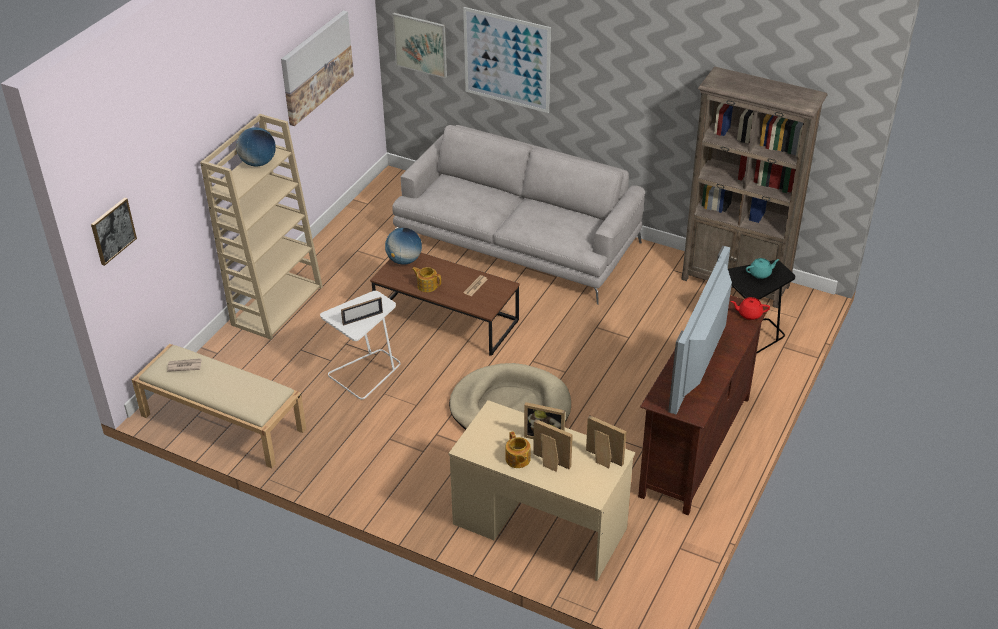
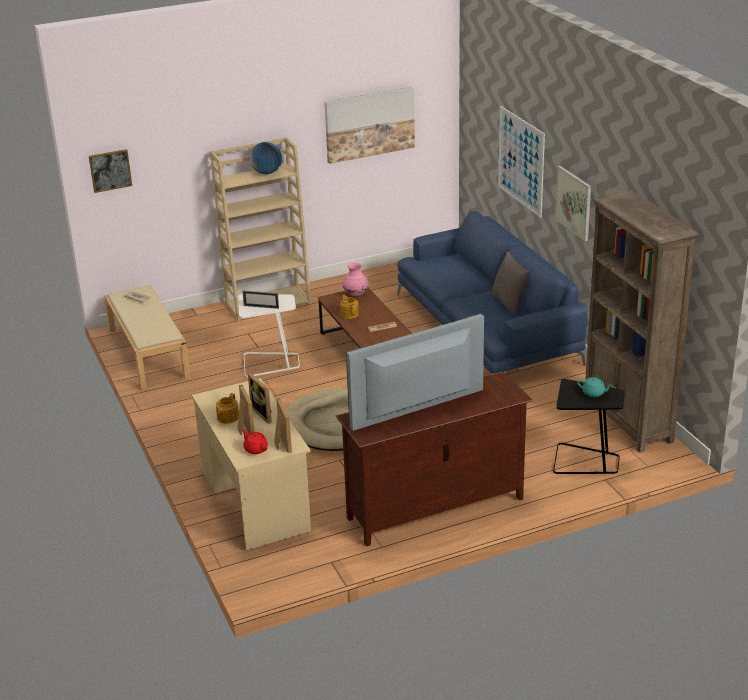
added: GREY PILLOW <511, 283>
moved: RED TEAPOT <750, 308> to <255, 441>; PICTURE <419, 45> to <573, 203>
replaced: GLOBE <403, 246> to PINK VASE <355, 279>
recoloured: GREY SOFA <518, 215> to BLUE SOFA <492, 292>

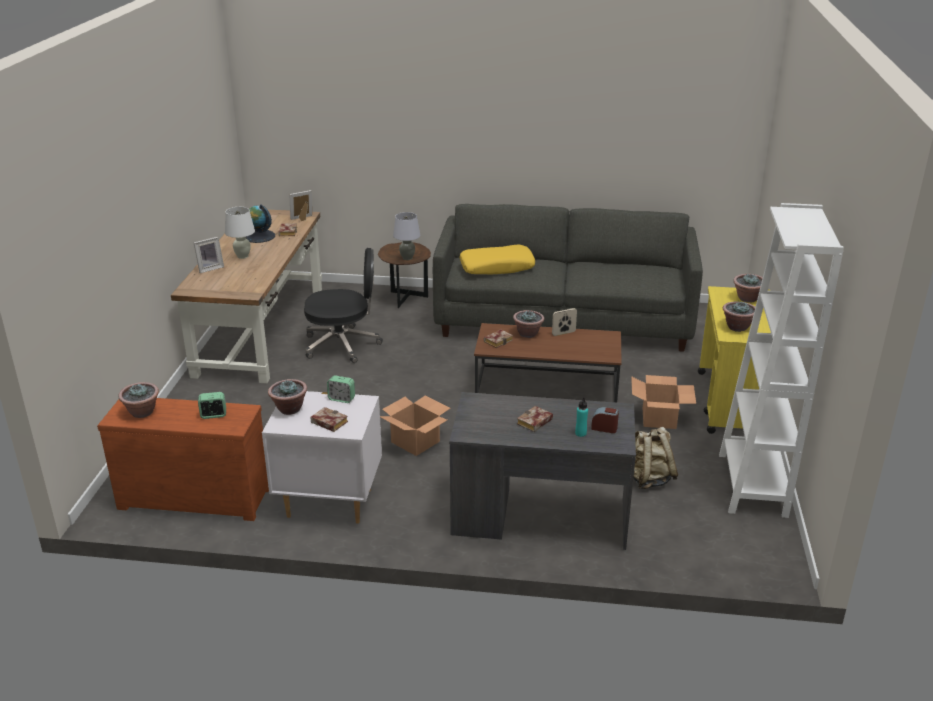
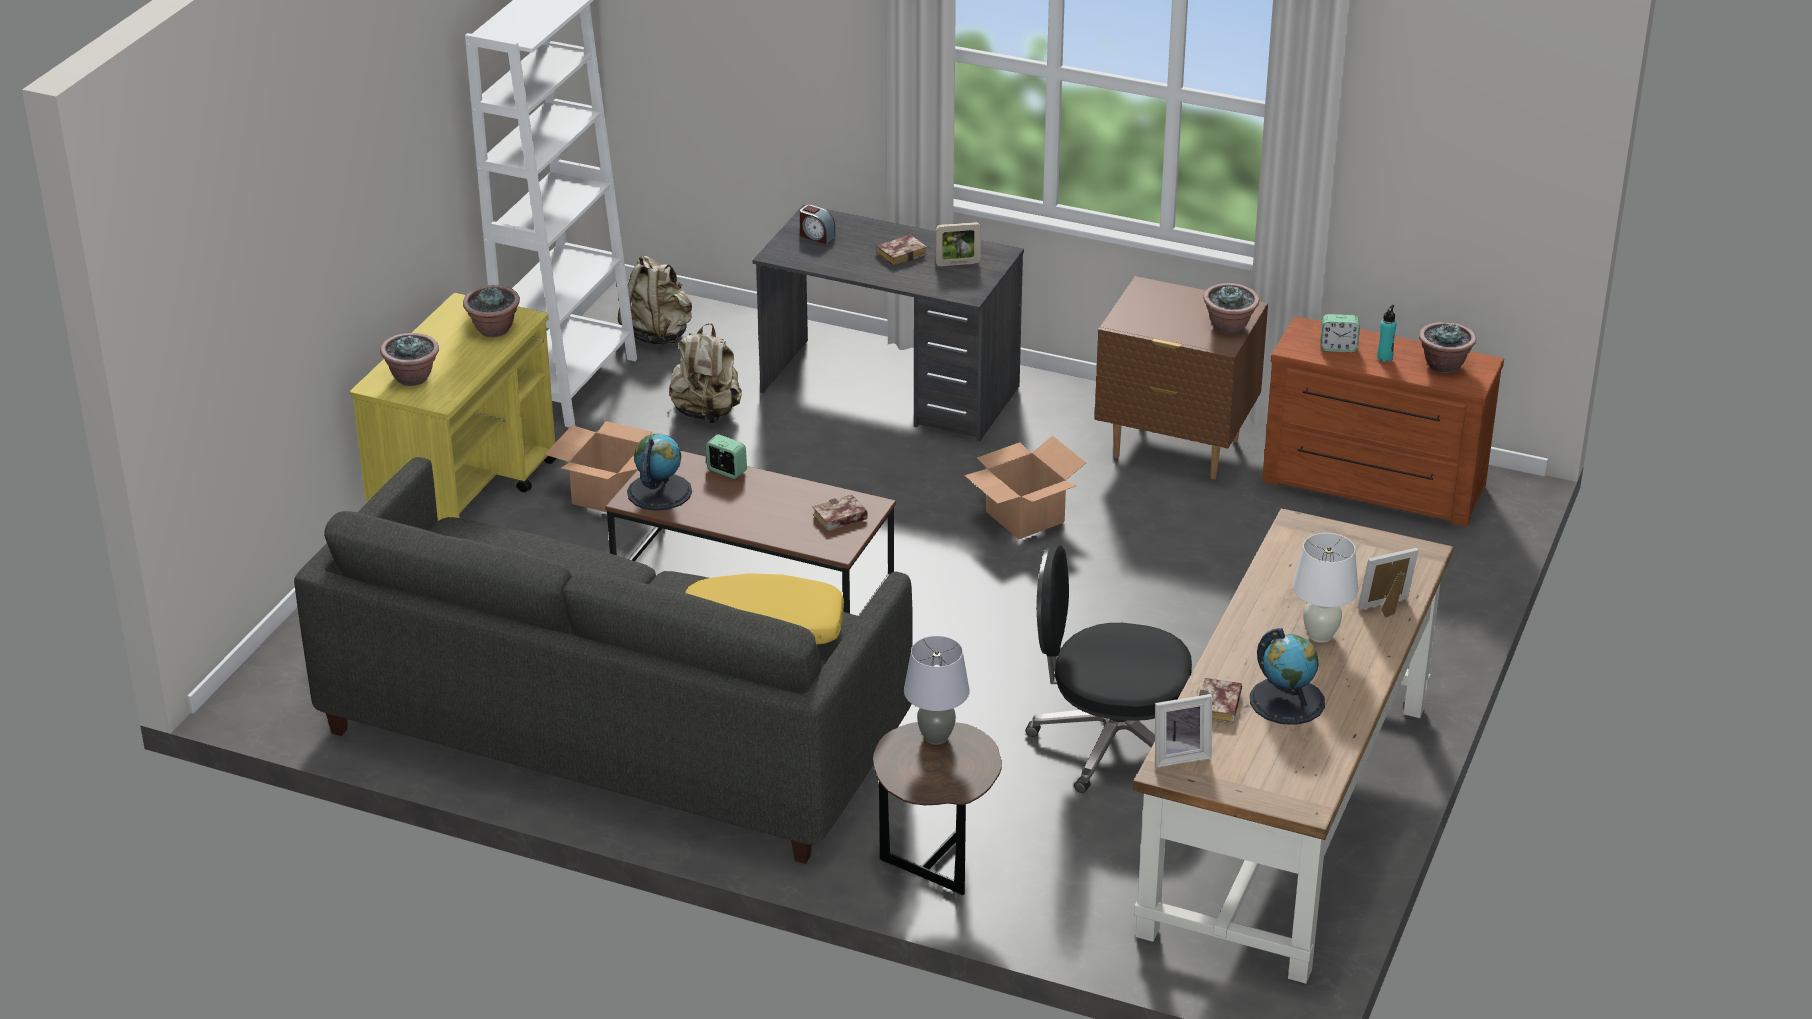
removed: BOOK <329, 419>; POTTED PLANT <528, 324>
added: BEIGE BACKPACK <655, 300>; GLOBE <659, 472>
moved: ALARM CLOCK <341, 389> to <726, 456>; PICTURE FRAME <564, 322> to <958, 244>; TURQUOISE BOTTLE <581, 417> to <1387, 333>
recoloured: WHITE NIGHTSTAND <322, 457> to BROWN NIGHTSTAND <1181, 378>

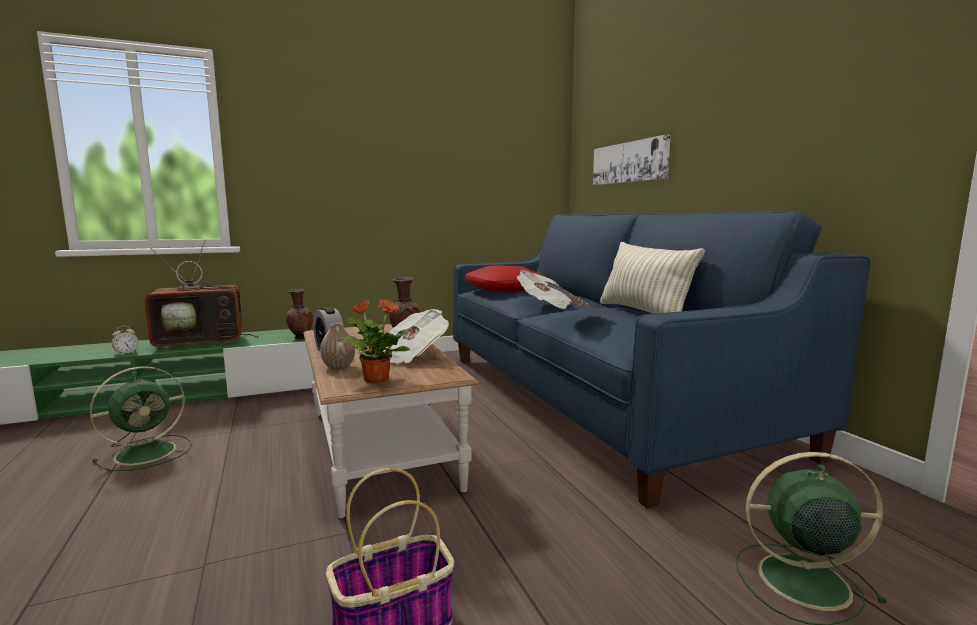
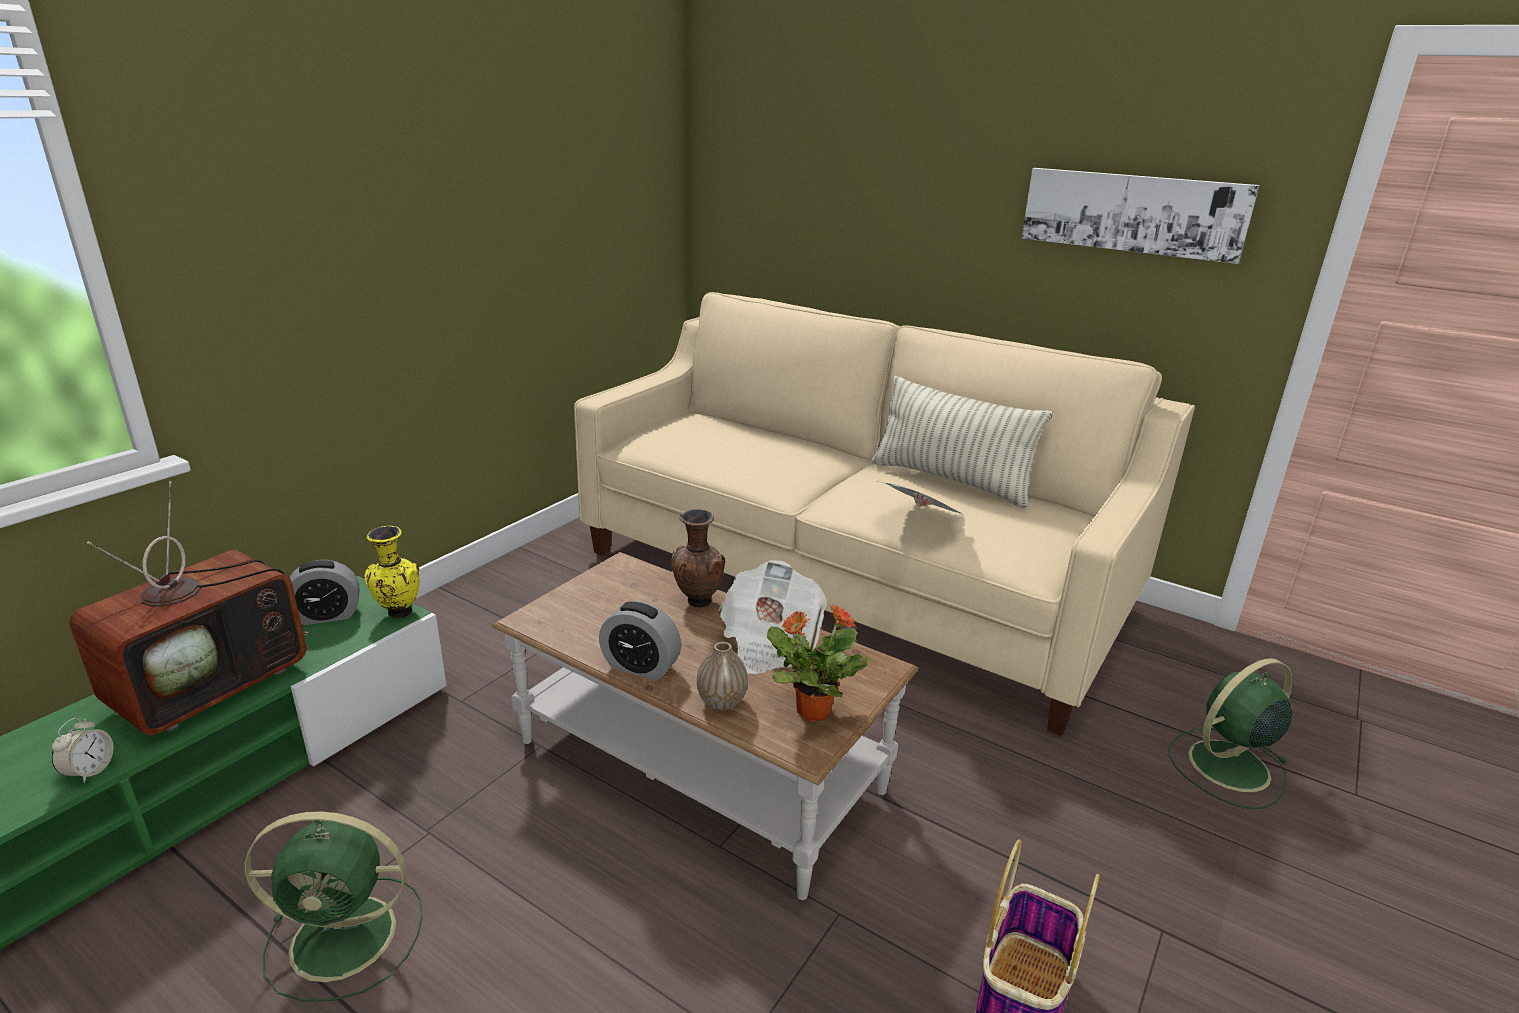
removed: RED PILLOW <505, 278>; NEWSPAPER <544, 289>
added: ALARM CLOCK <324, 592>
moved: PICTURE <632, 159> to <1140, 216>
recoloured: BROWN VASE <299, 314> to YELLOW VASE <392, 572>; BLUE SOFA <662, 359> to BEIGE SOFA <884, 514>
turned: GREEN FAN <141, 418> = <334, 906> 75 degrees clockwise

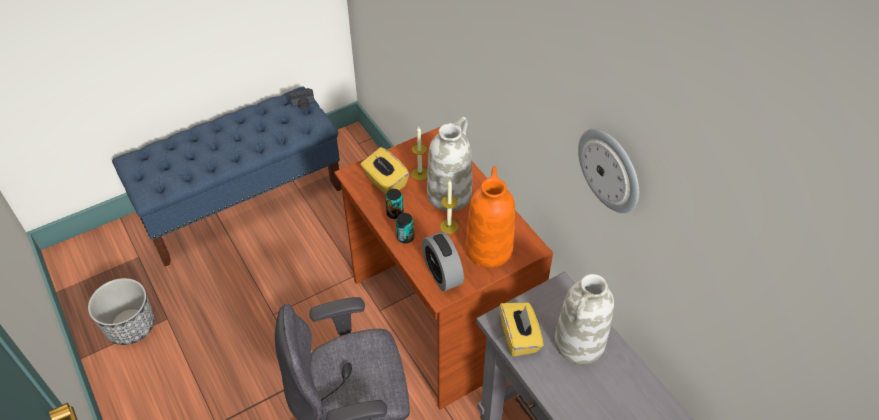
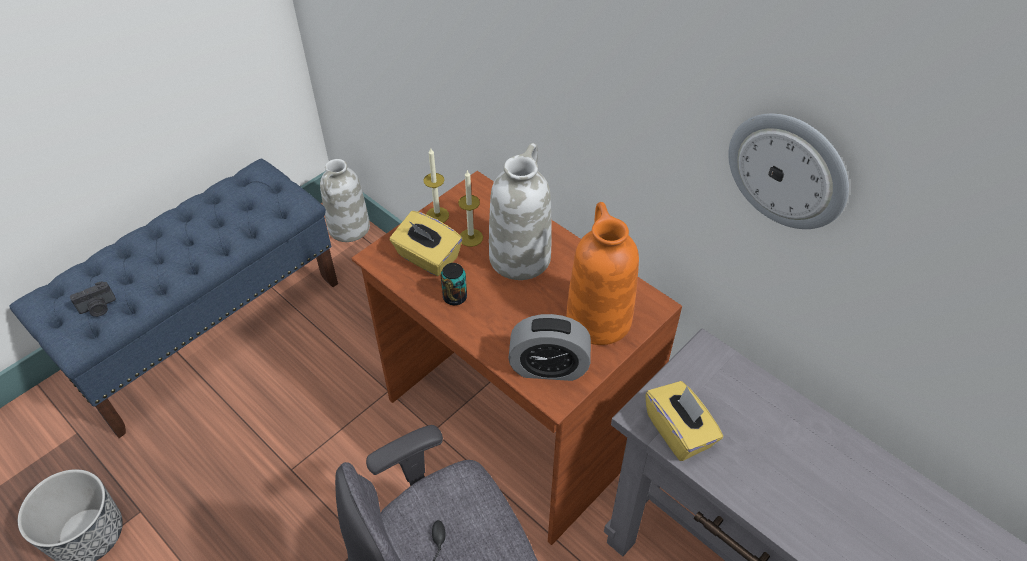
removed: CAN <405, 228>
moved: PHOTO CAMERA <302, 99> to <93, 299>; WHITE VASE <584, 319> to <345, 200>; CANDLE <449, 207> to <436, 185>
turned: ALARM CLOCK <443, 261> = <549, 347> 45 degrees counterclockwise

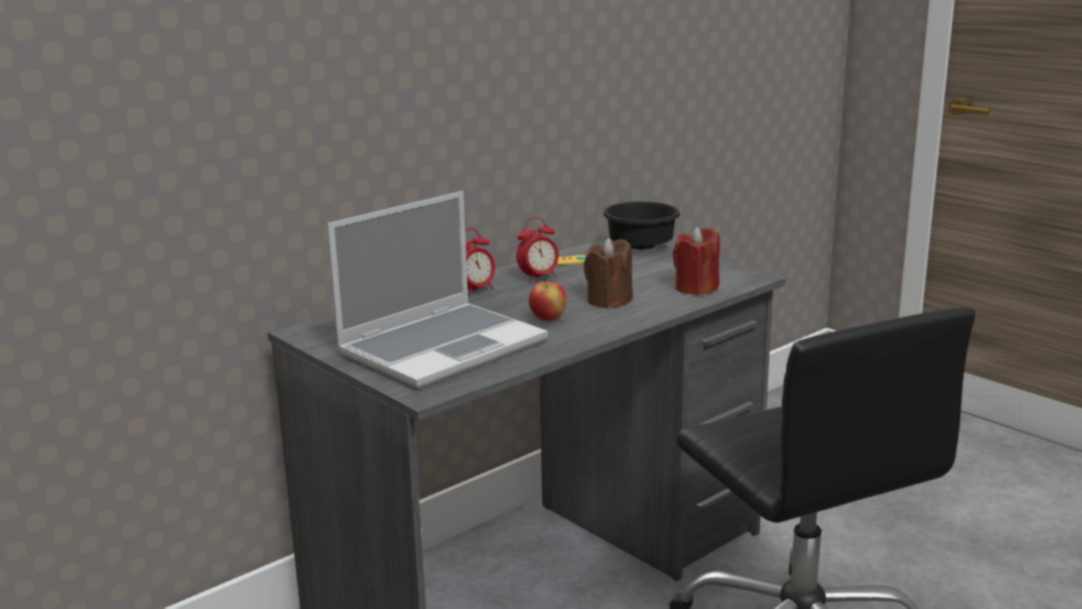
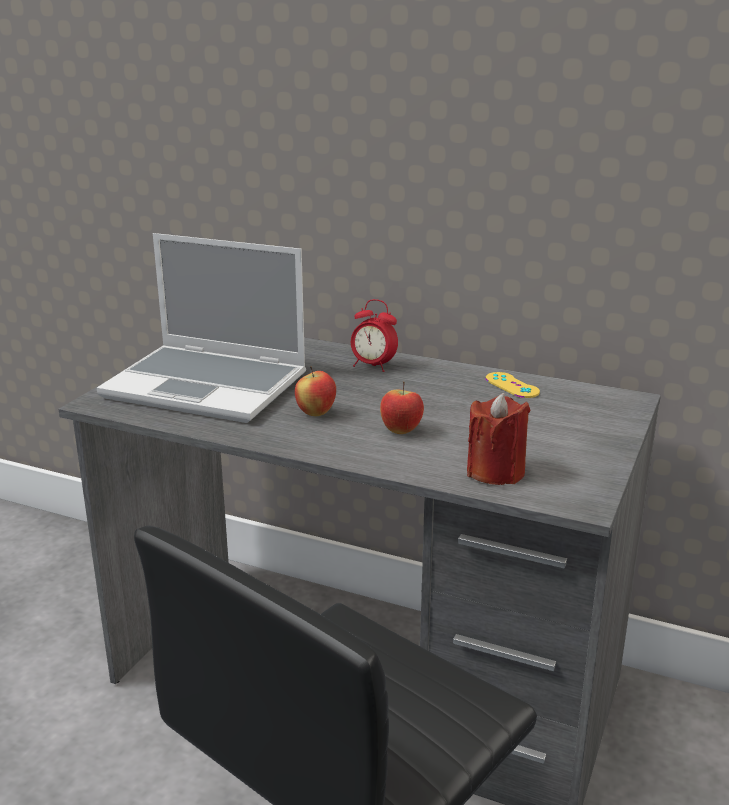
removed: ALARM CLOCK <537, 249>; BLACK BOWL <641, 225>
replaced: BROWN CANDLE <608, 273> to APPLE <402, 407>

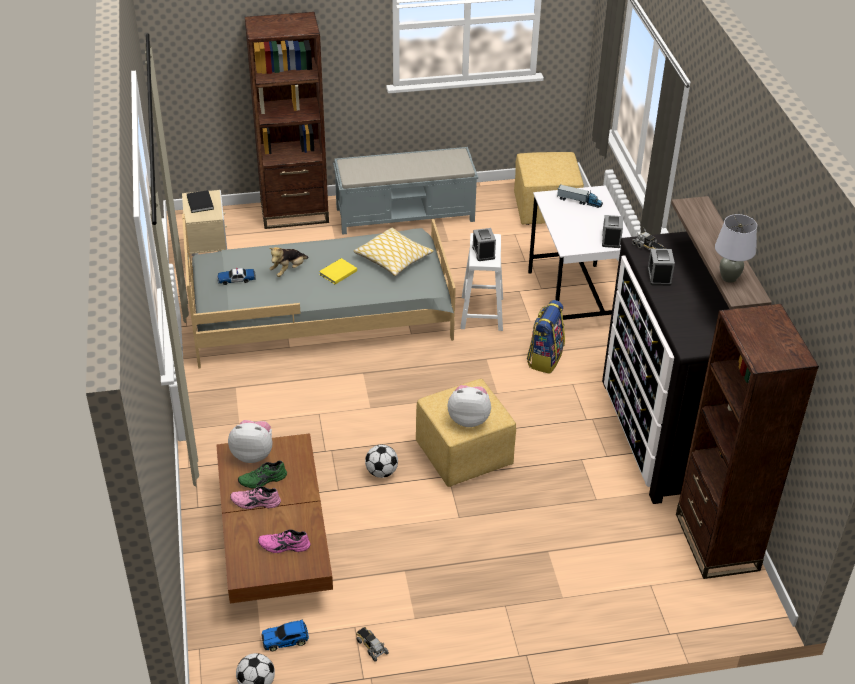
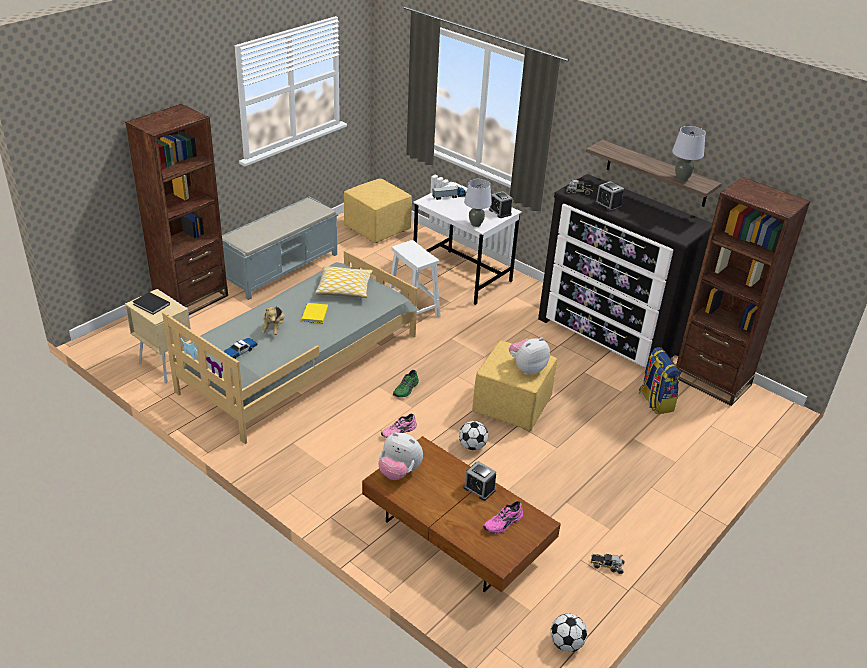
removed: TOY CAR <285, 635>
added: GREY TABLE LAMP <478, 203>
moved: PINK SHOE <255, 497> to <399, 426>; GREEN SHOE <262, 474> to <406, 383>; ALARM CLOCK <484, 244> to <479, 481>; BACKPACK <546, 337> to <660, 380>
turned: PLUSH TOY <250, 441> = <400, 456> 120 degrees counterclockwise

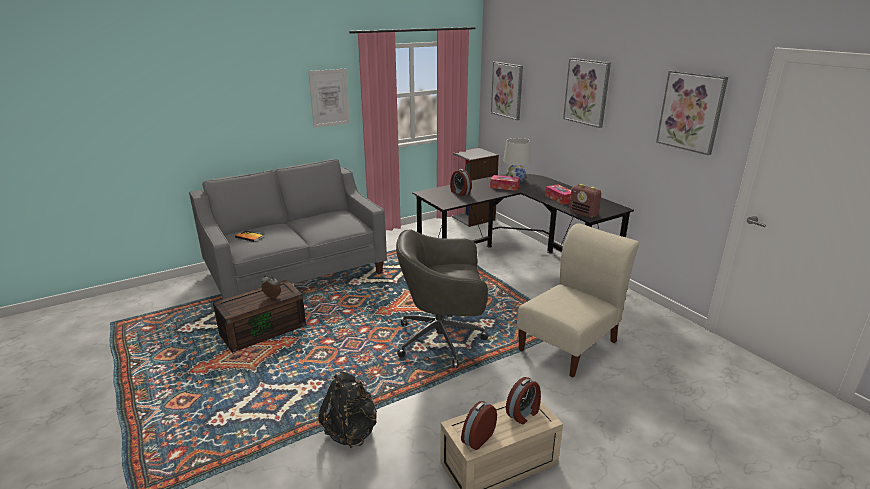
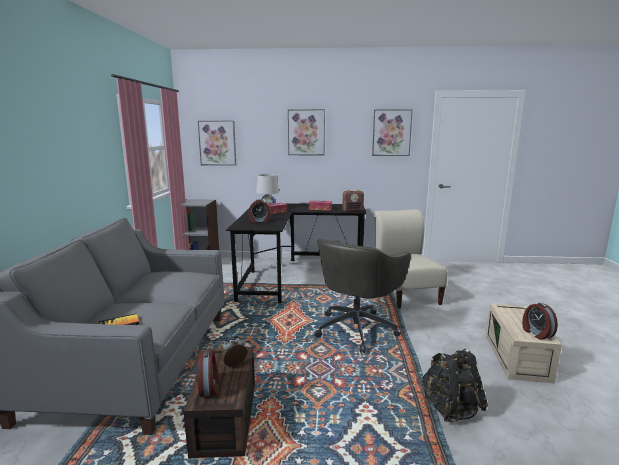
removed: PICTURE <329, 98>
moved: ALARM CLOCK <523, 400> to <208, 373>

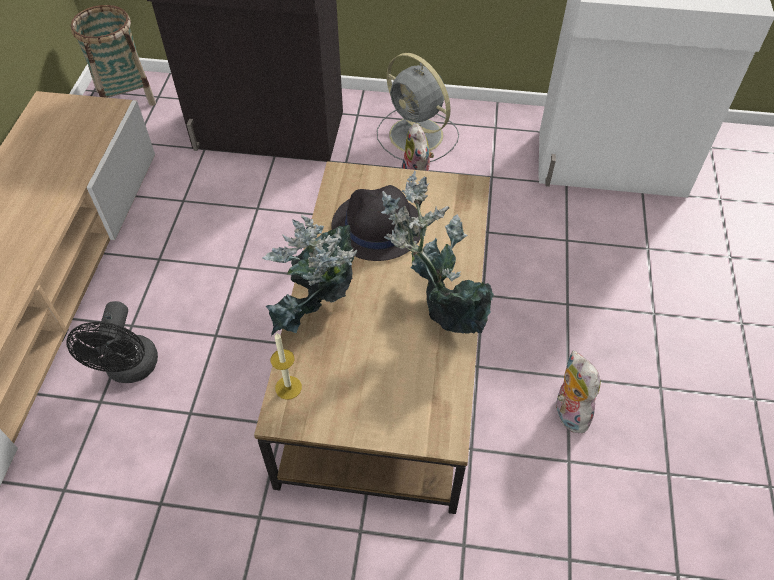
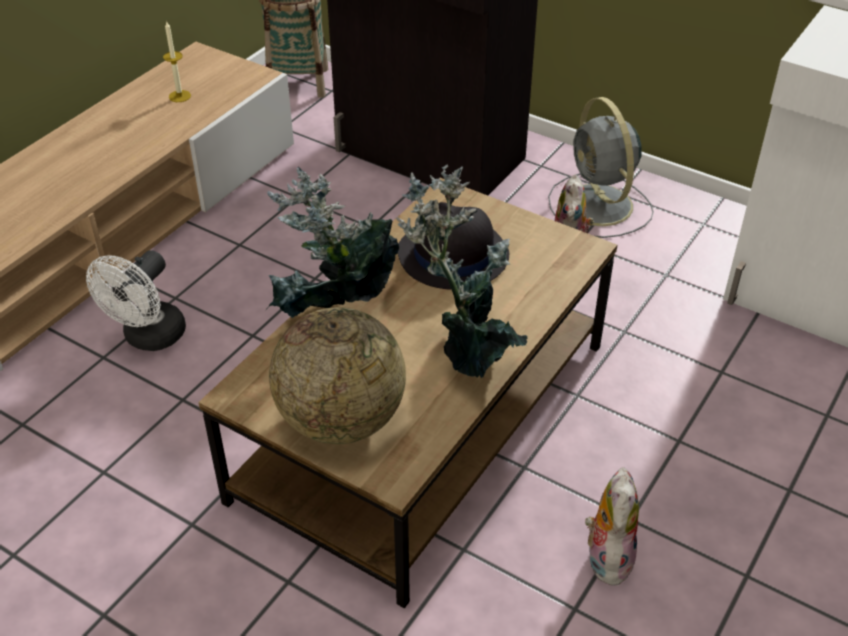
added: GLOBE <337, 375>
moved: CANDLE <286, 366> to <177, 61>
recoloured: BLACK FAN <112, 342> to WHITE FAN <136, 300>

